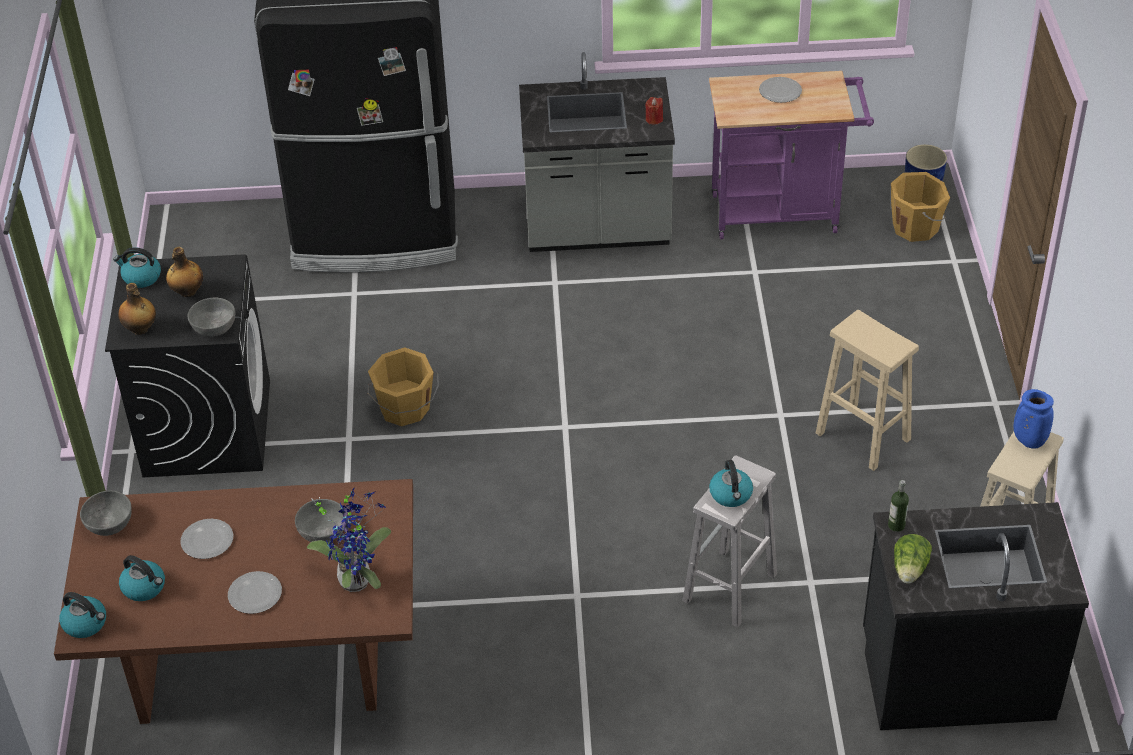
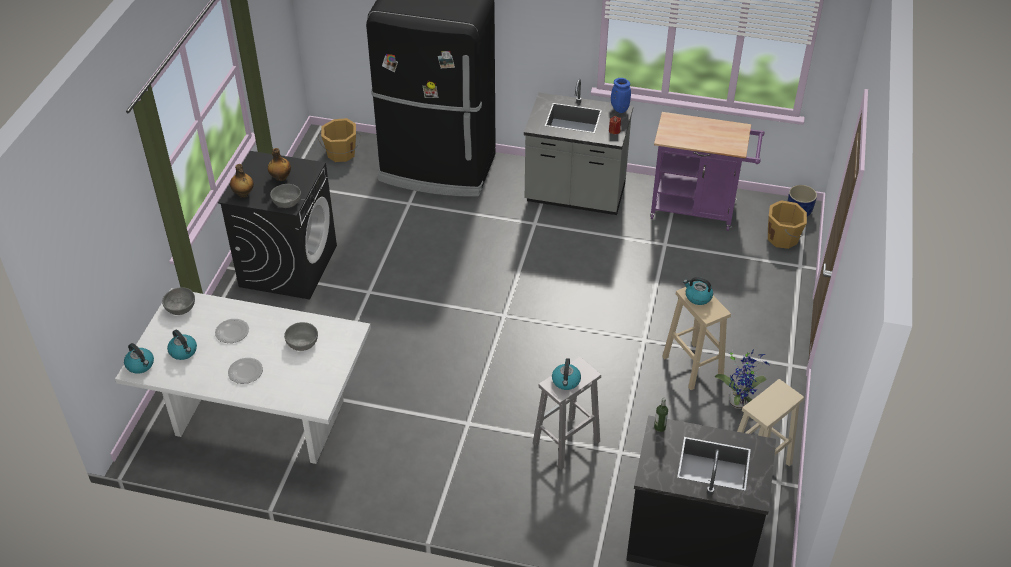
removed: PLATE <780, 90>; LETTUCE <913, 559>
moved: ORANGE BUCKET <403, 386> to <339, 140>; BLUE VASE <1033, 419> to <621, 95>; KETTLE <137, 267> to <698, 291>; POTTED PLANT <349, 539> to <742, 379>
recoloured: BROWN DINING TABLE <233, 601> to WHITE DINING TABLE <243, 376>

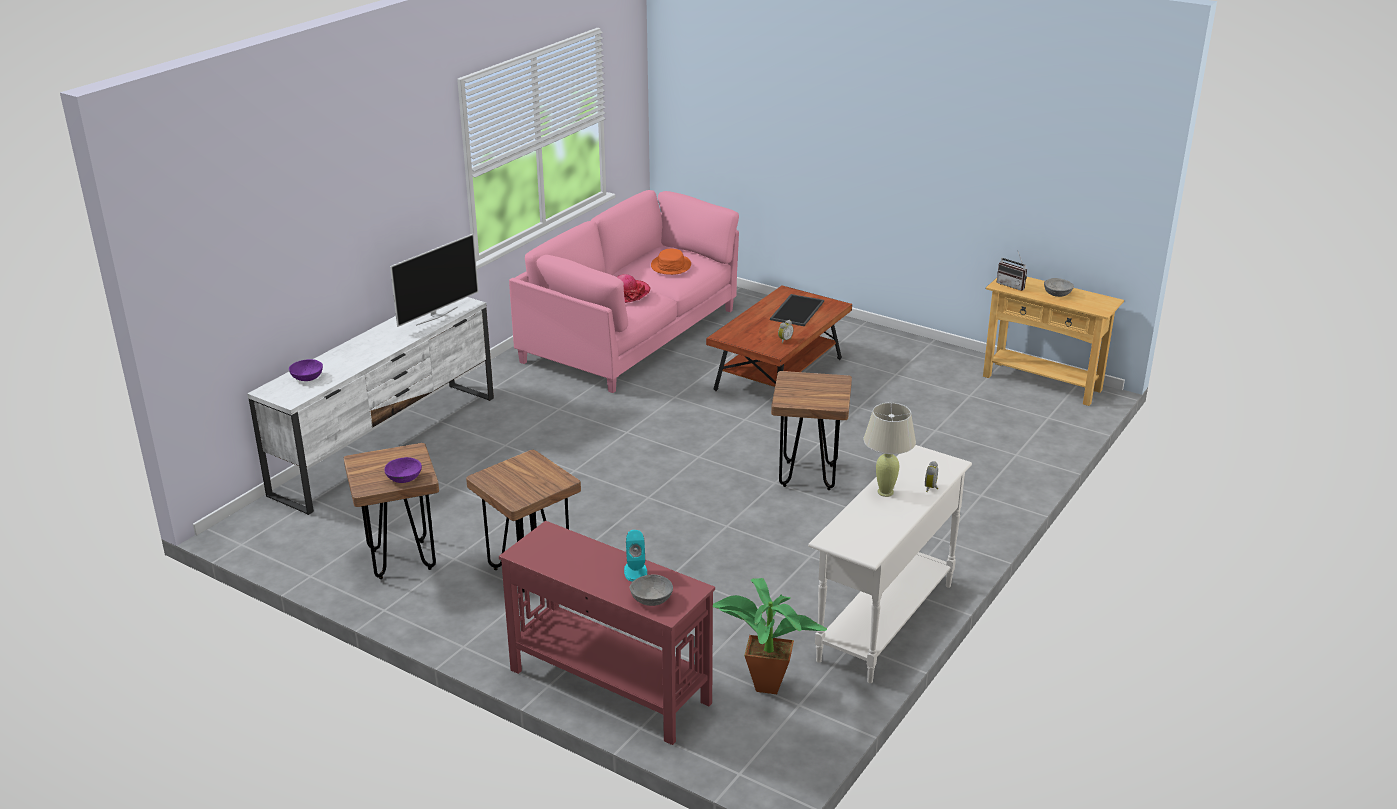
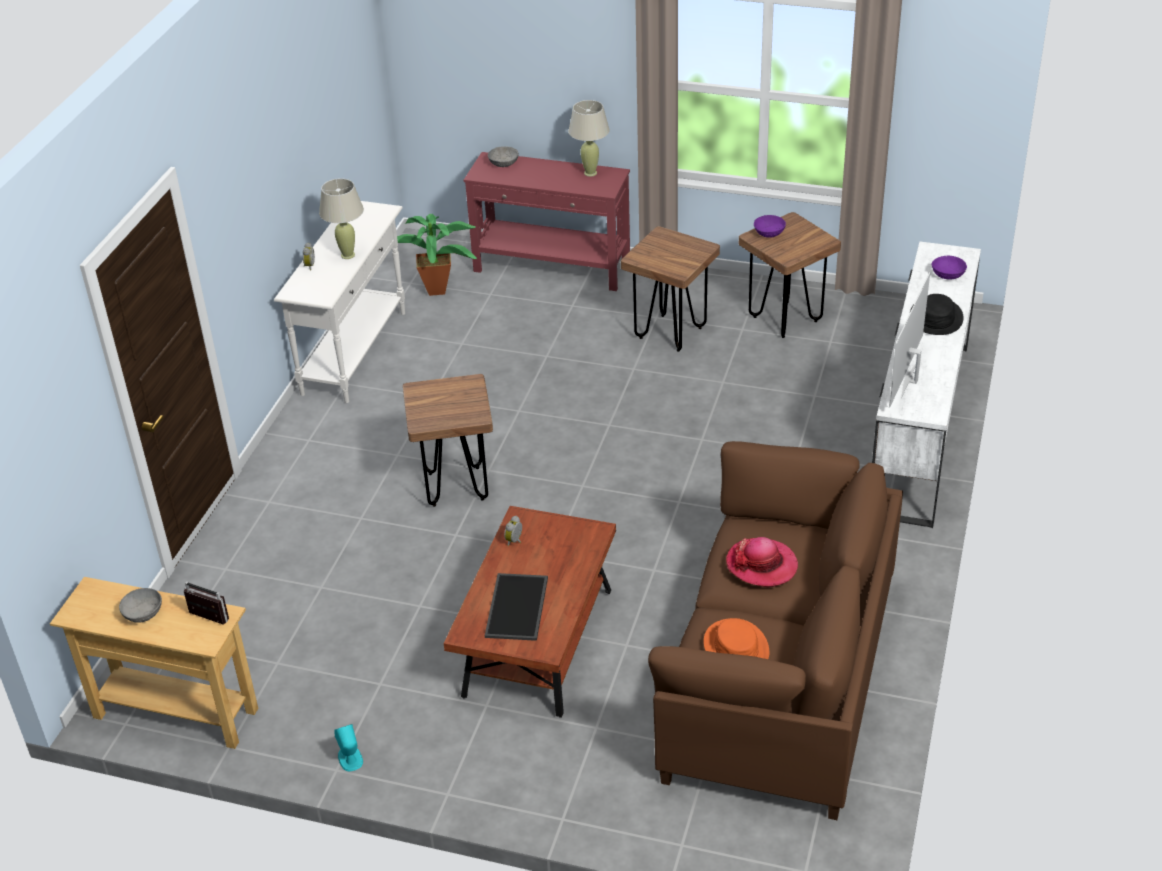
added: BEIGE TABLE LAMP <589, 138>; BLACK HAT <937, 314>
moved: TURQUOISE SPEAKER <635, 556> to <349, 747>
recoloured: PINK SOFA <624, 291> to BROWN SOFA <775, 630>

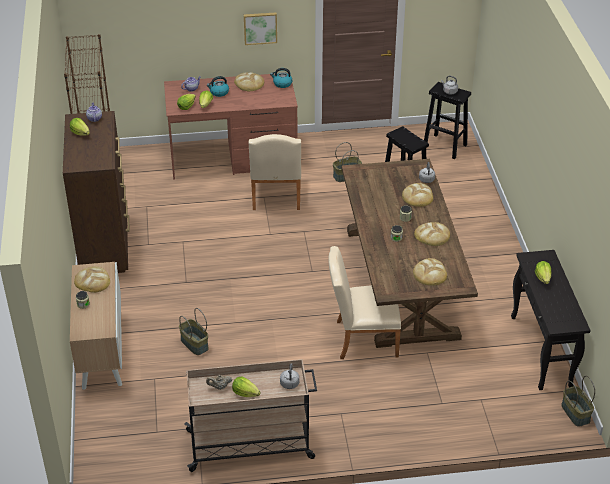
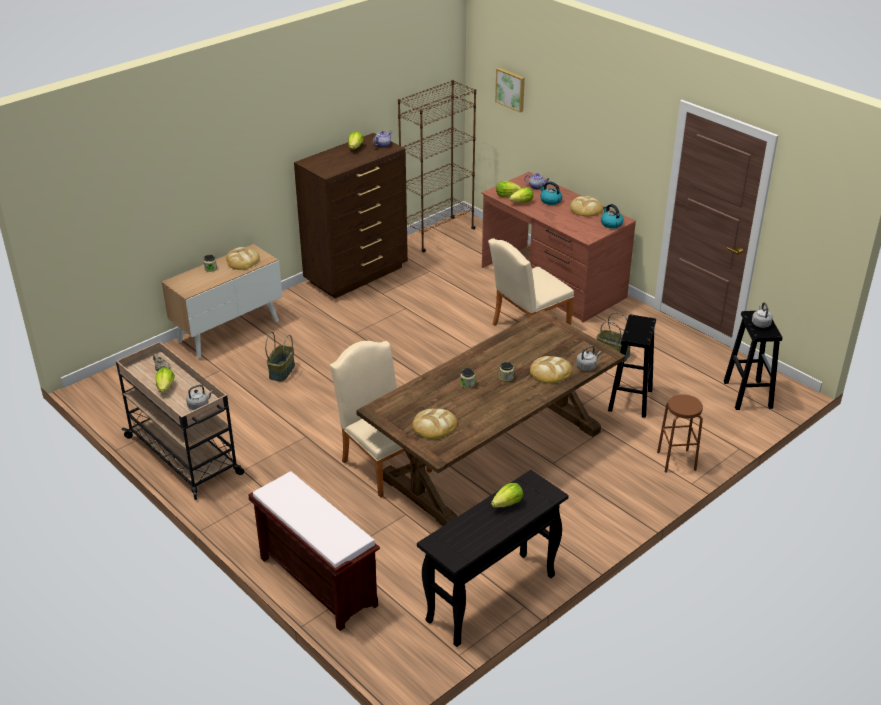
removed: BREAD <432, 234>; BASKET <578, 401>
added: BROWN BENCH <314, 551>; BROWN STOOL <680, 433>
moved: PICTURE <260, 28> to <510, 90>

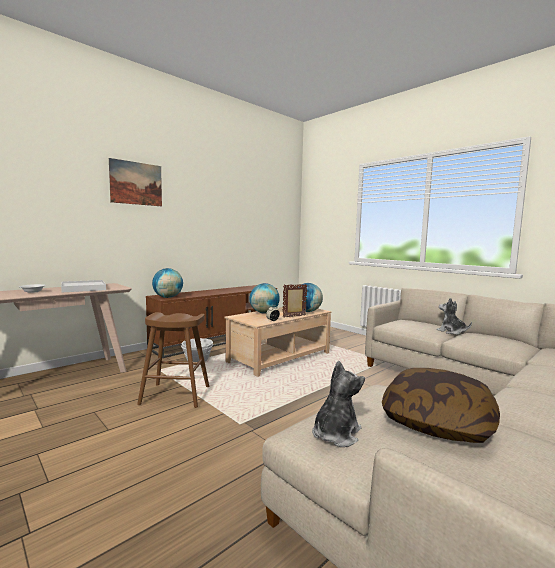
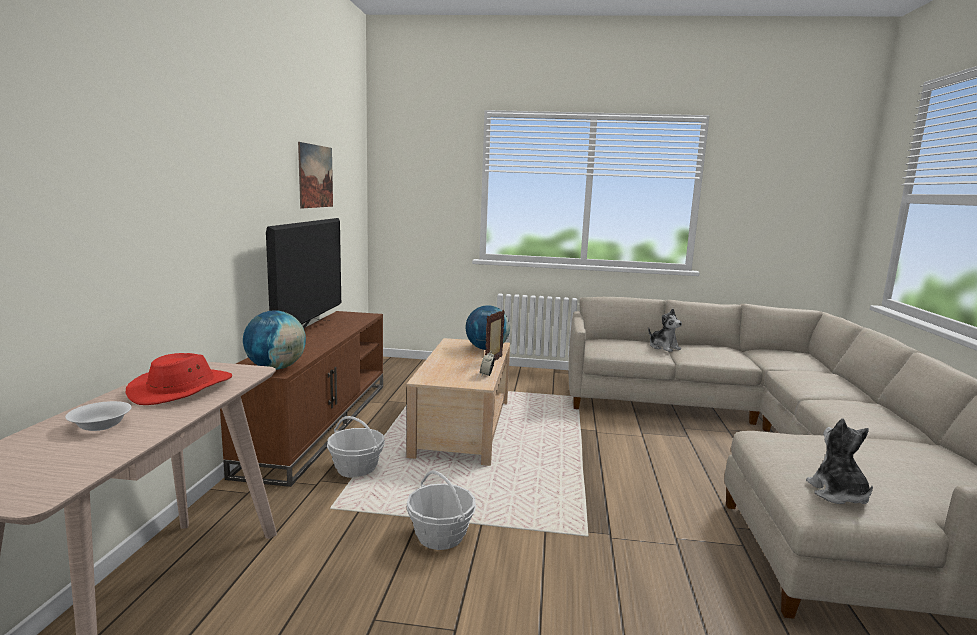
removed: GLOBE <265, 298>; PILLOW <441, 405>
added: TELEVISION <303, 273>
moved: PICTURE <135, 182> to <315, 175>
replaced: WHITE TRAY <83, 286> to RED HAT <179, 379>; BROWN STOOL <173, 360> to BASKET <441, 510>
turned: PLUSH TOY <454, 316> = <665, 330> 135 degrees counterclockwise

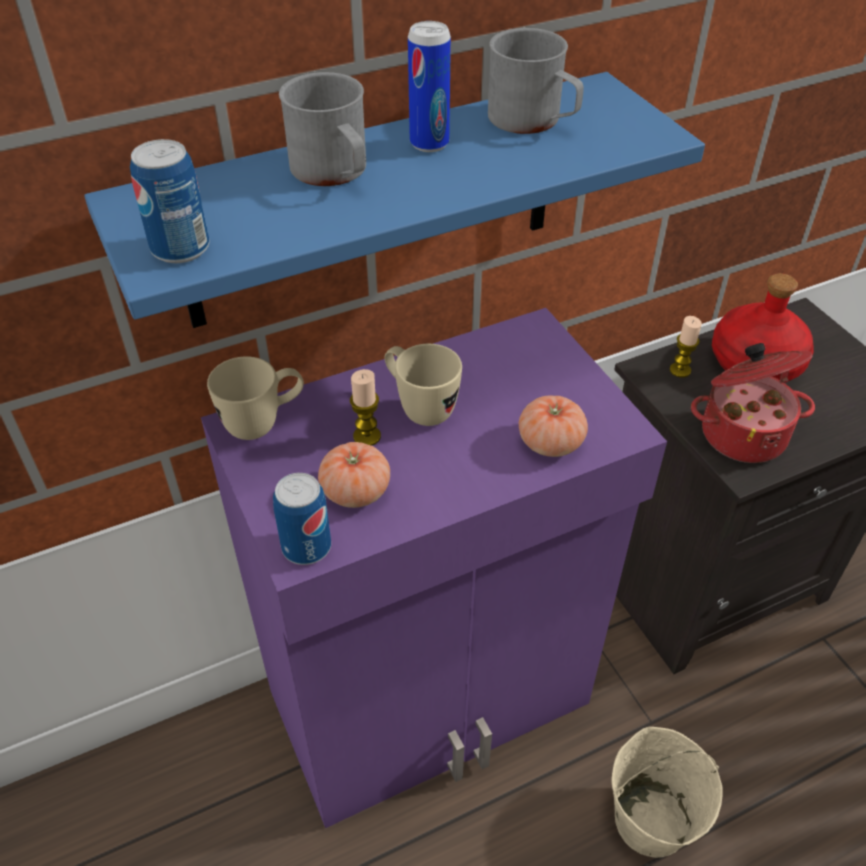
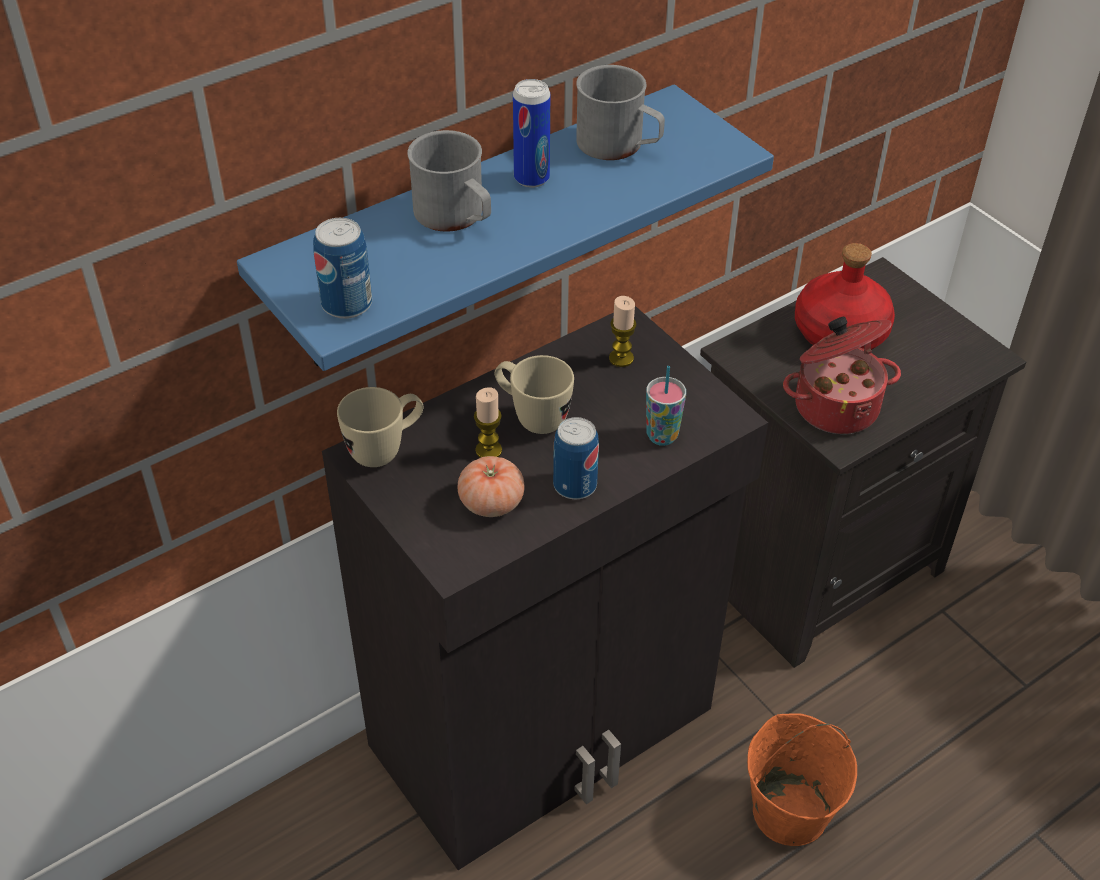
moved: CAN <302, 519> to <576, 458>; CANDLE <686, 347> to <622, 331>
replaced: TOMATO <553, 426> to CUP <666, 406>
recoloured: PURPLE CABINET <434, 568> to BLACK CABINET <545, 588>; BEIGE BUCKET <667, 792> to ORANGE BUCKET <802, 779>

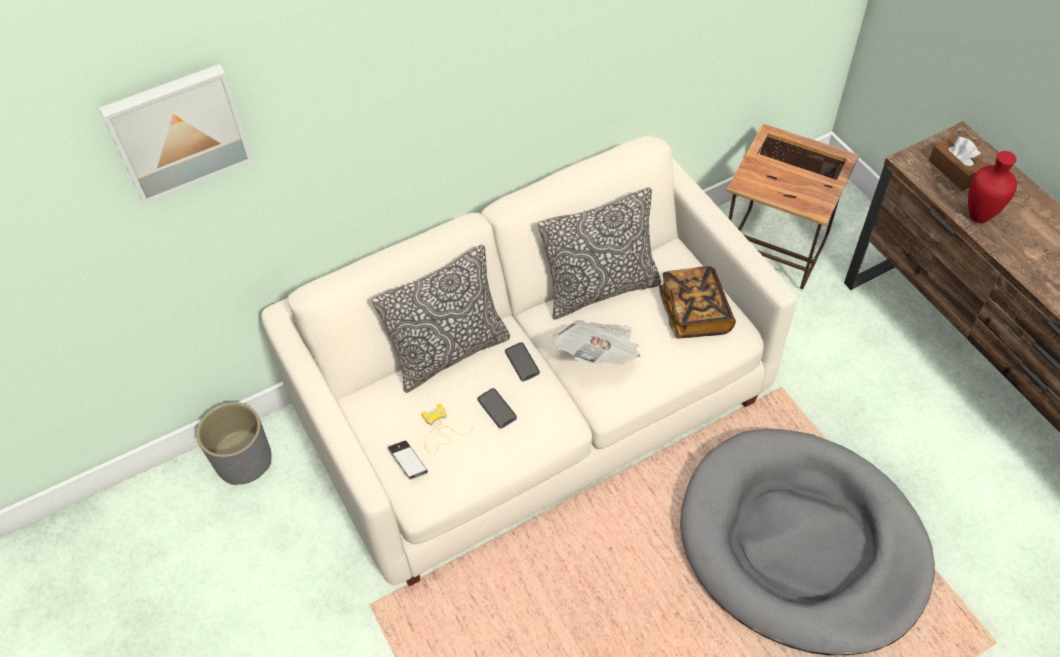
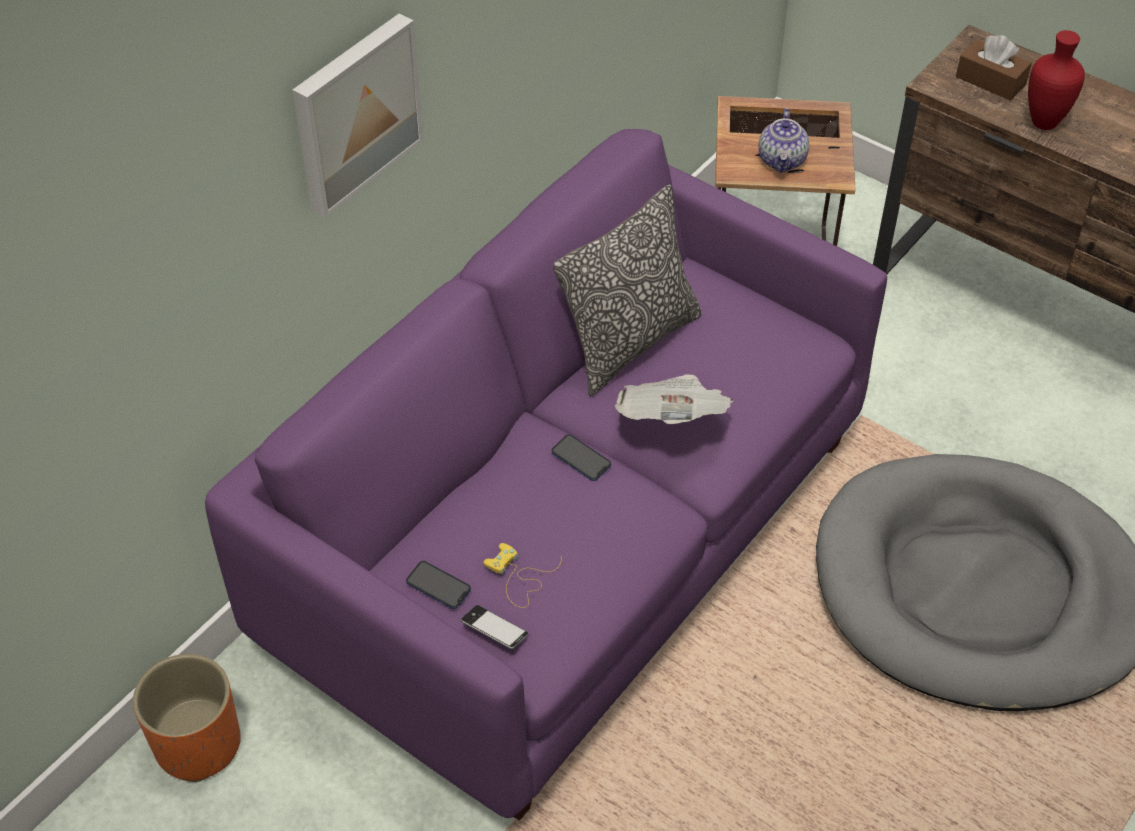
removed: PILLOW <441, 318>; BOOK <697, 302>
added: TEAPOT <784, 140>
moved: PICTURE <176, 134> to <358, 115>; PHONE <497, 408> to <438, 585>
recoloured: GREY PLANTER <234, 443> to ORANGE PLANTER <186, 718>; WHITE SOFA <529, 361> to PURPLE SOFA <546, 475>

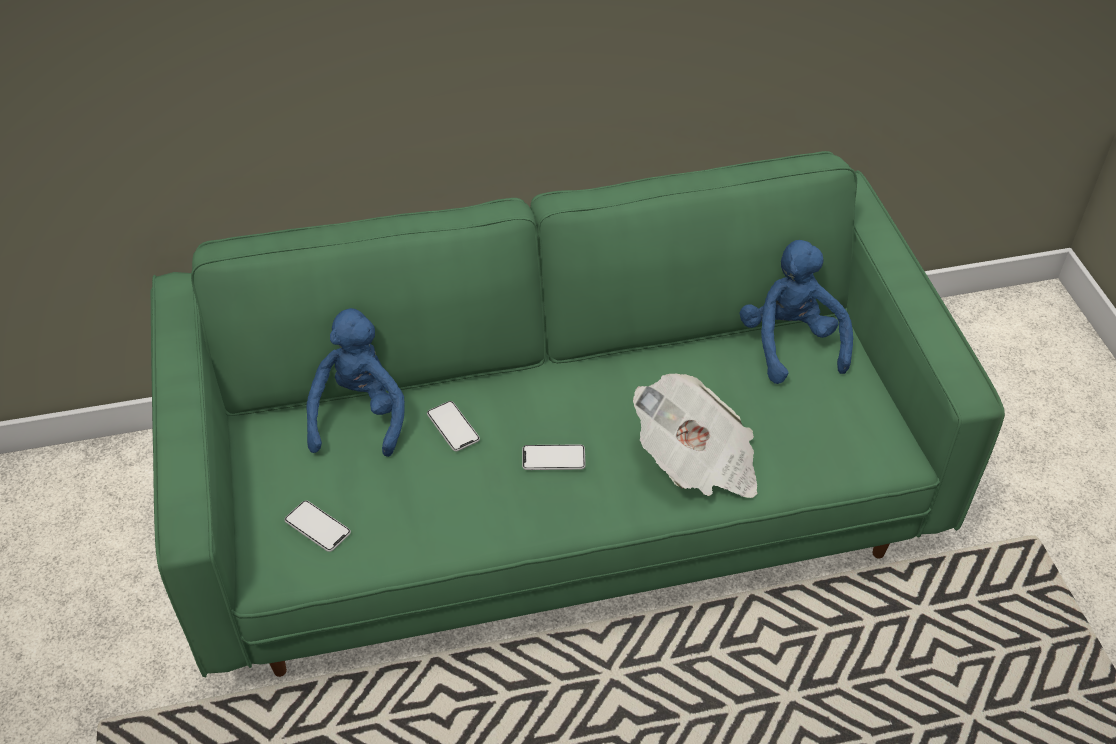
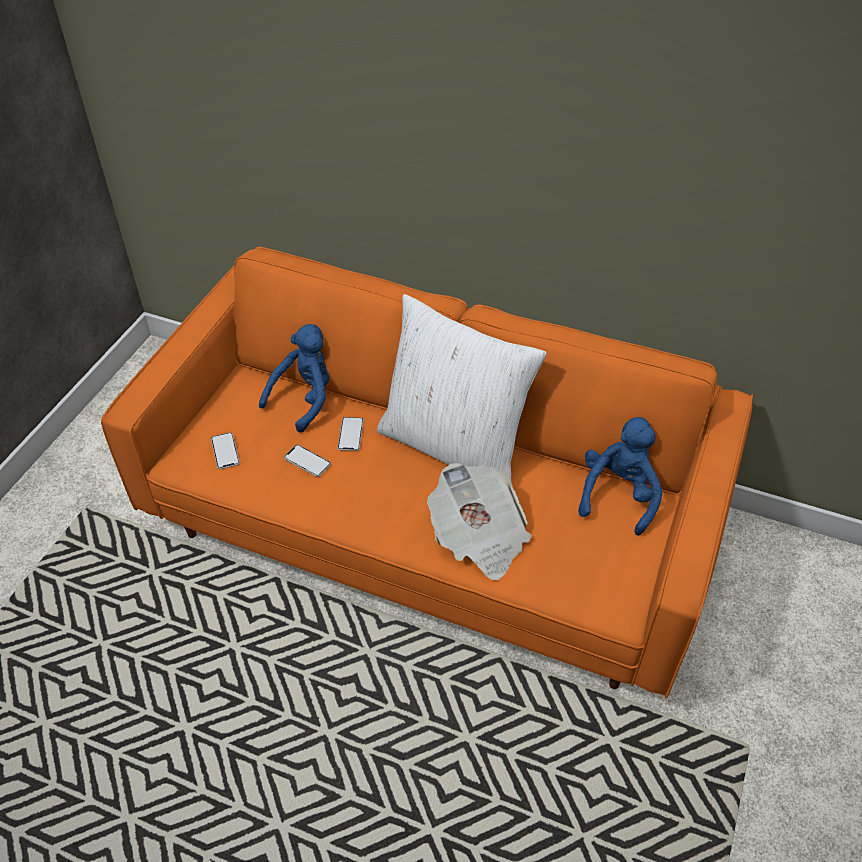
added: WHITE PILLOW <462, 387>
moved: PHONE <554, 457> to <307, 461>
recoloured: GREEN SOFA <578, 414> to ORANGE SOFA <427, 472>

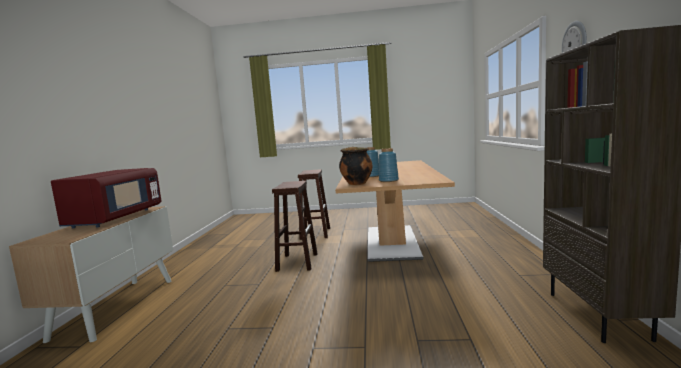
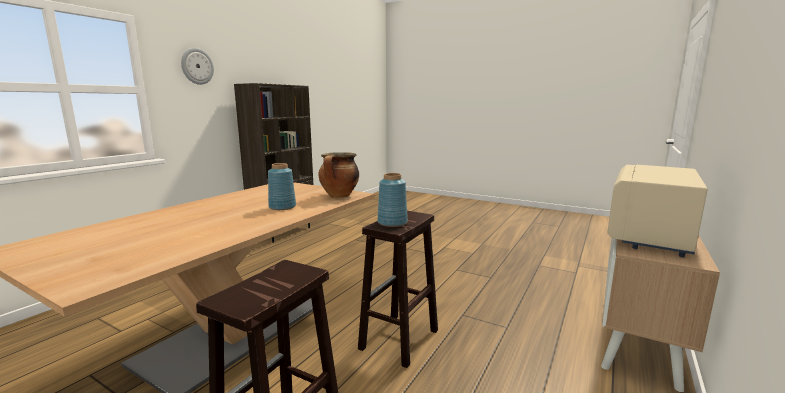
moved: BLUE VASE <389, 165> to <392, 200>
recoloured: RED MICROWAVE <106, 198> to BEIGE MICROWAVE <657, 211>

